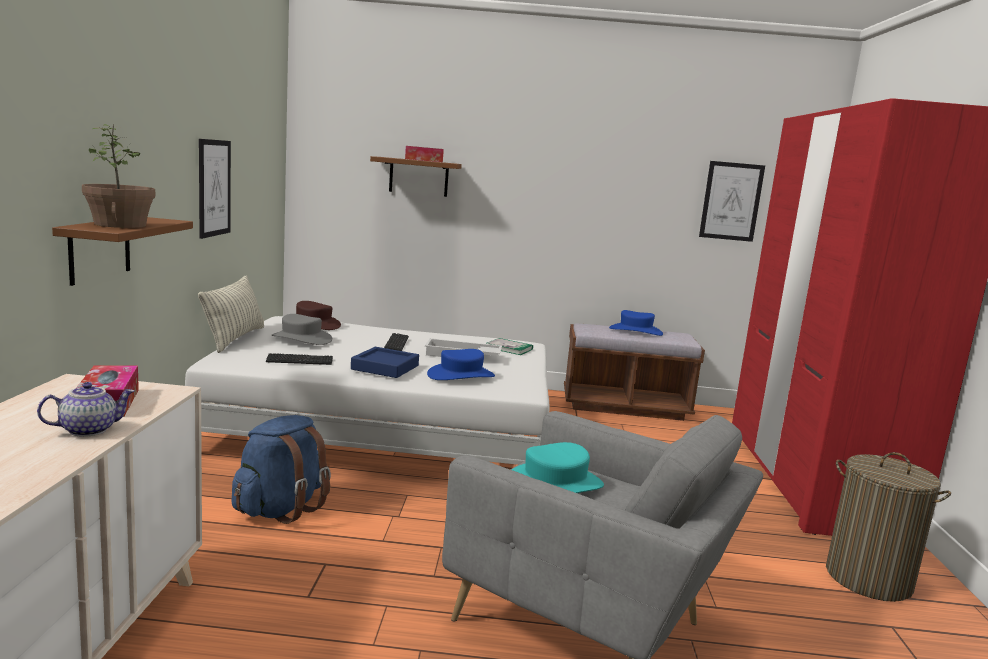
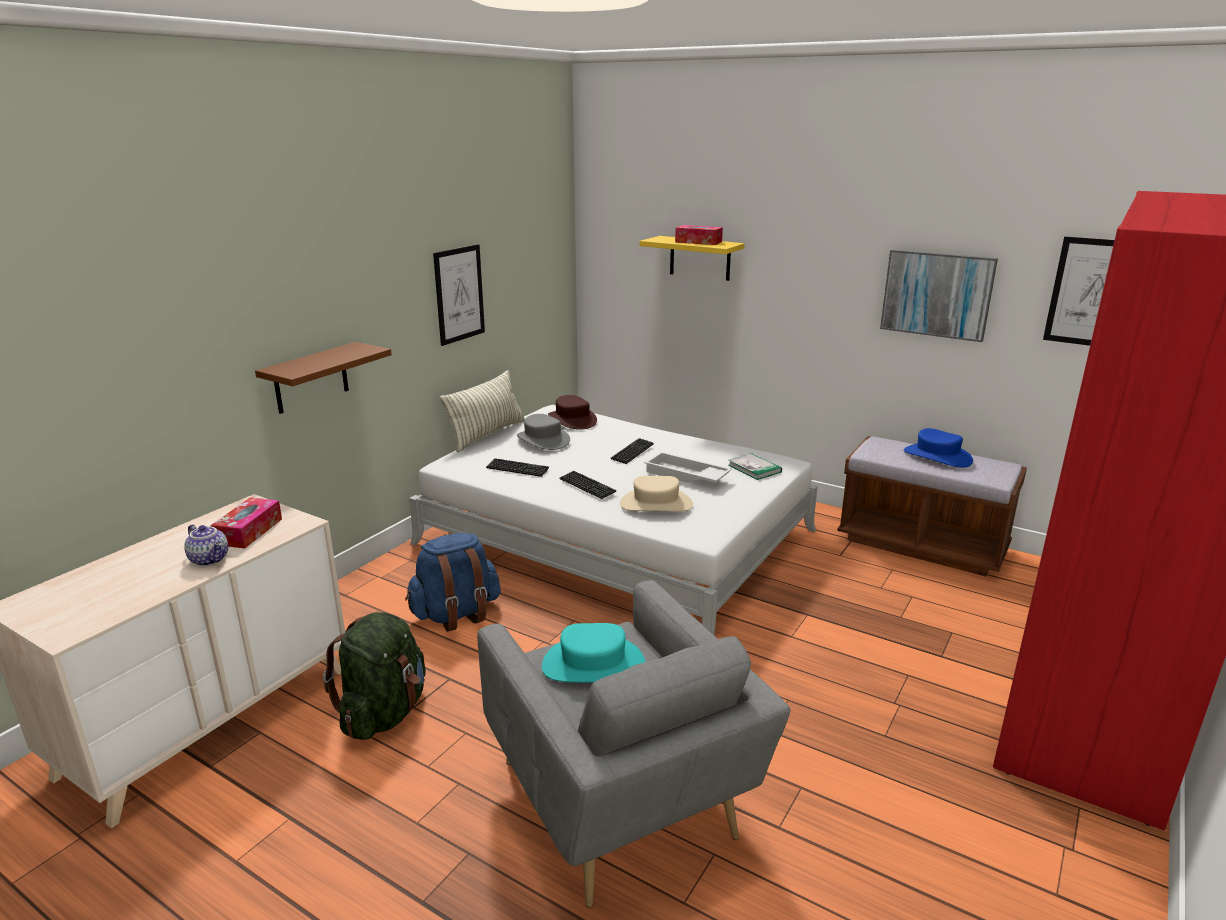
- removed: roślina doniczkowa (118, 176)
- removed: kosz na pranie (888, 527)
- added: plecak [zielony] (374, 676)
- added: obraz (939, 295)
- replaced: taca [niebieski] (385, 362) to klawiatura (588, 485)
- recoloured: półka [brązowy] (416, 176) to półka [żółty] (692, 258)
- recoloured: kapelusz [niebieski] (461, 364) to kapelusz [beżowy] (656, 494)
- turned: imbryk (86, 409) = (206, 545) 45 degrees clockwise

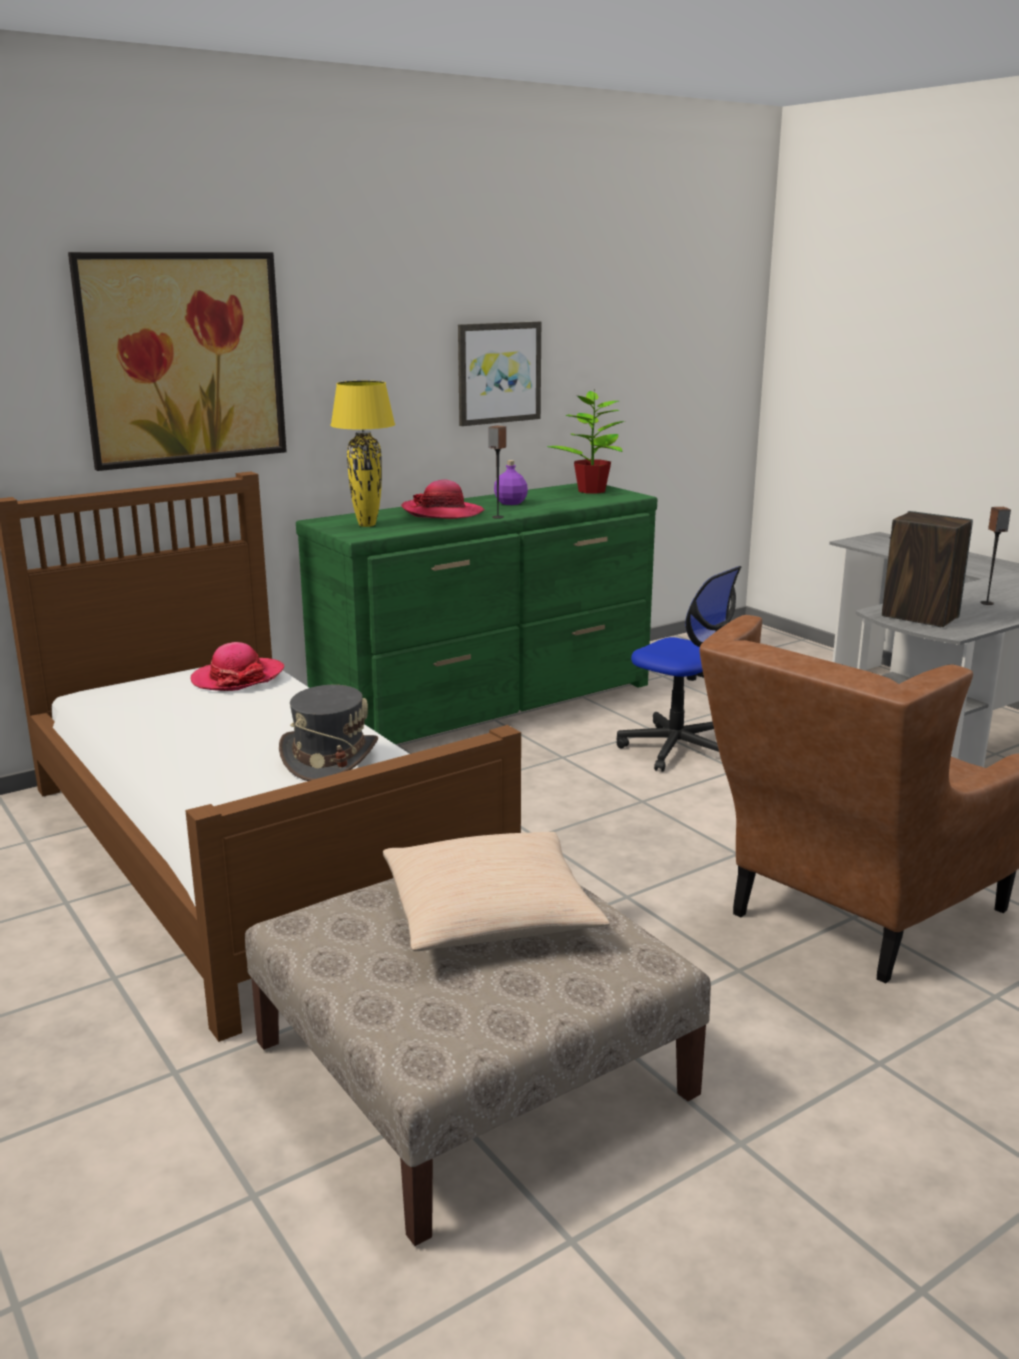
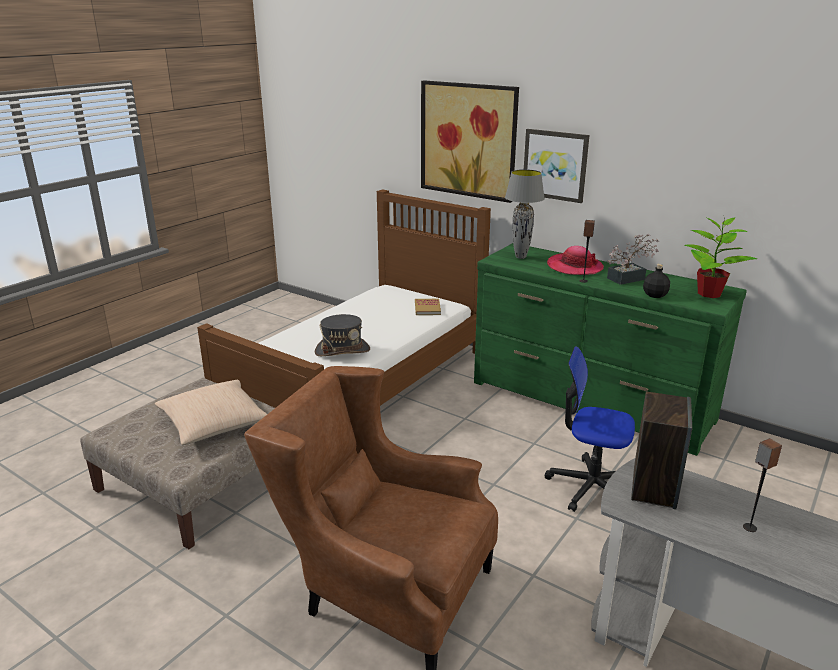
- added: butelka [czarny] (656, 281)
- moved: obraz (499, 373) to (556, 166)
- replaced: kapelusz (237, 666) to książka (428, 307)
- replaced: butelka [fioletowy] (511, 482) to roślina doniczkowa (633, 259)
- recoloured: lampa stołowa [żółty] (363, 454) to lampa stołowa [szary] (525, 214)
- turned: krzesło biurowe (679, 669) = (589, 429) 90 degrees clockwise

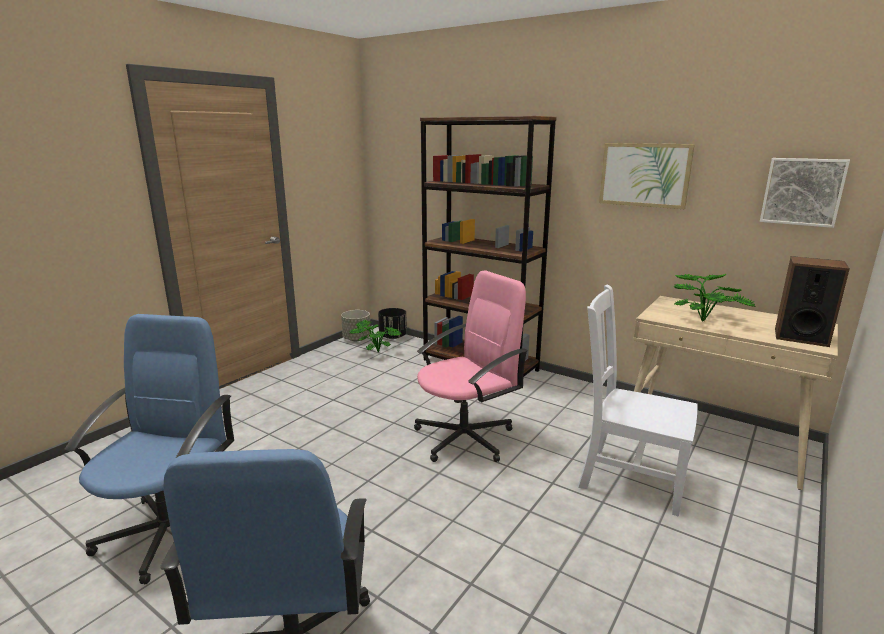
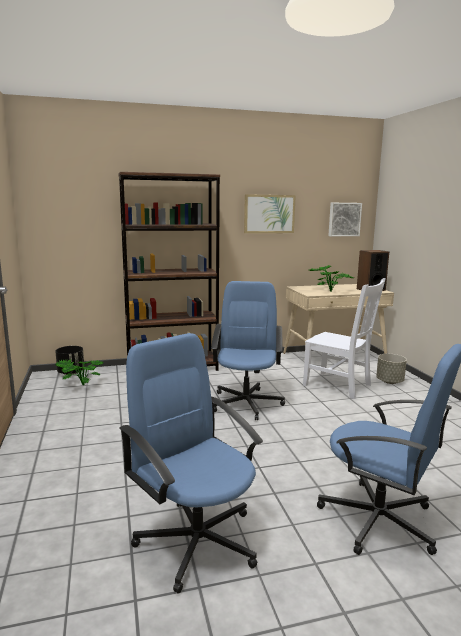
- moved: donica [szary] (356, 325) to (391, 369)
- recoloured: krzesło biurowe [różowy] (471, 366) to krzesło biurowe [niebieski] (248, 350)
- turned: krzesło [biały] (637, 401) = (344, 338) 120 degrees counterclockwise

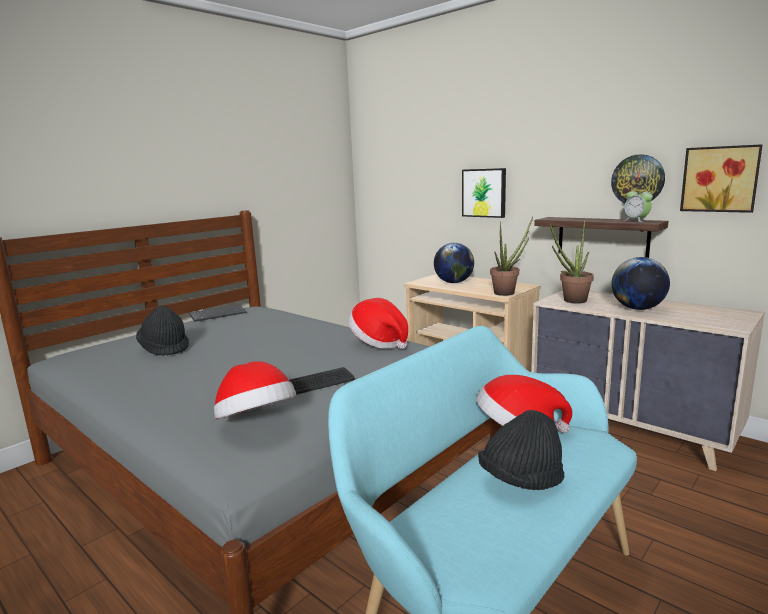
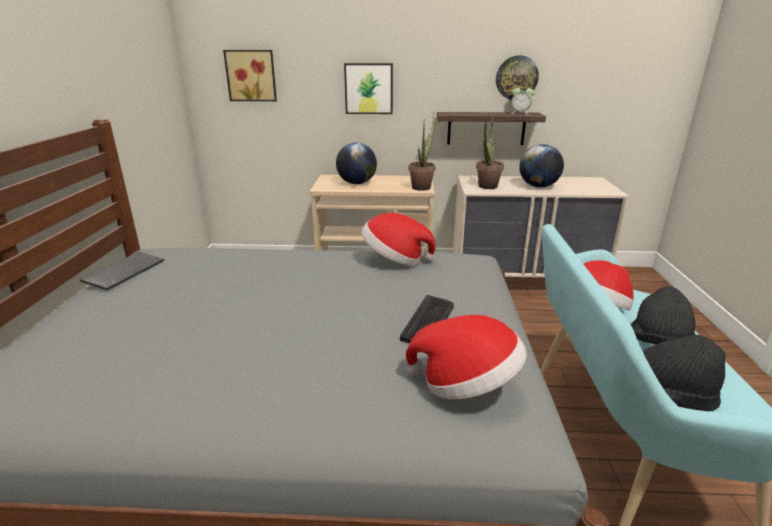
- moved: kapelusz [czarny] (162, 331) to (684, 373)
- moved: obraz (721, 178) to (250, 75)

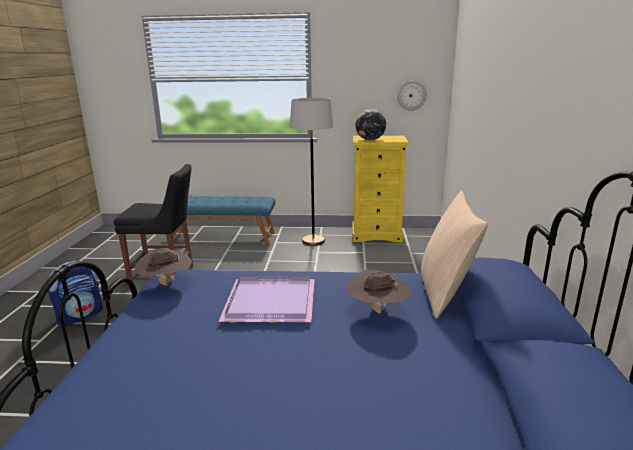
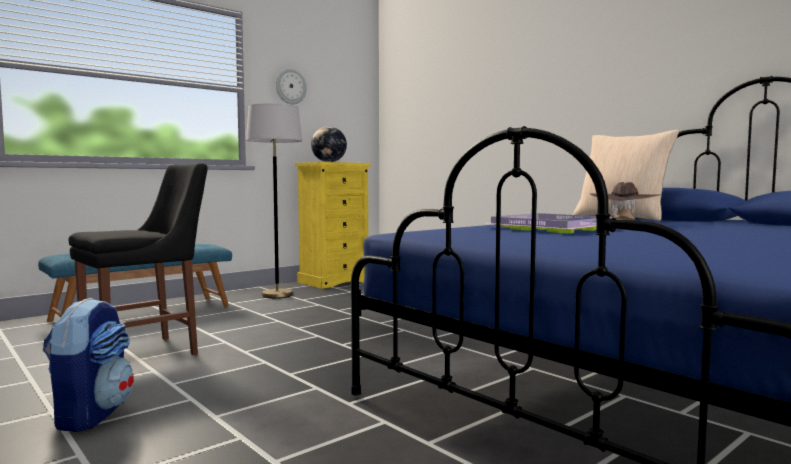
- removed: kapelusz [brązowy] (163, 267)
- moved: zegar ścienny (412, 95) to (291, 86)

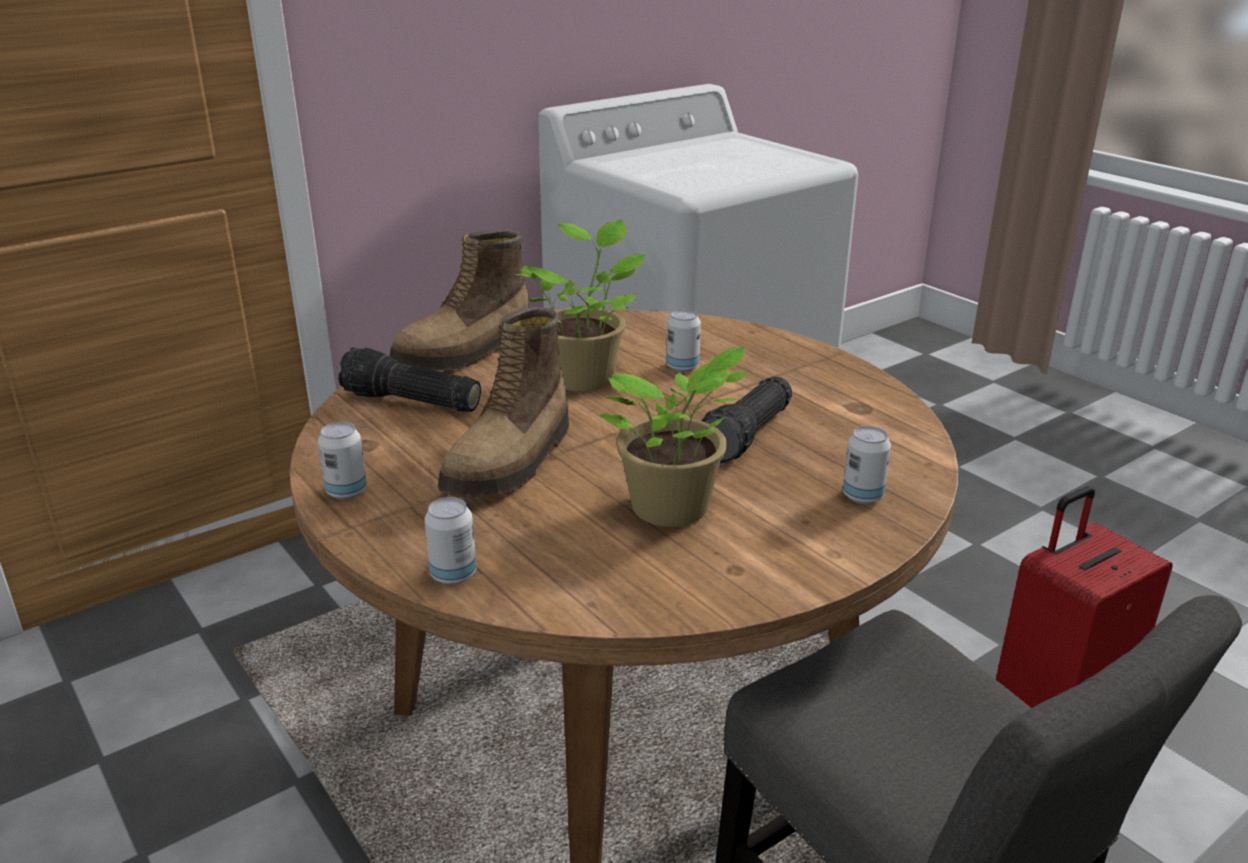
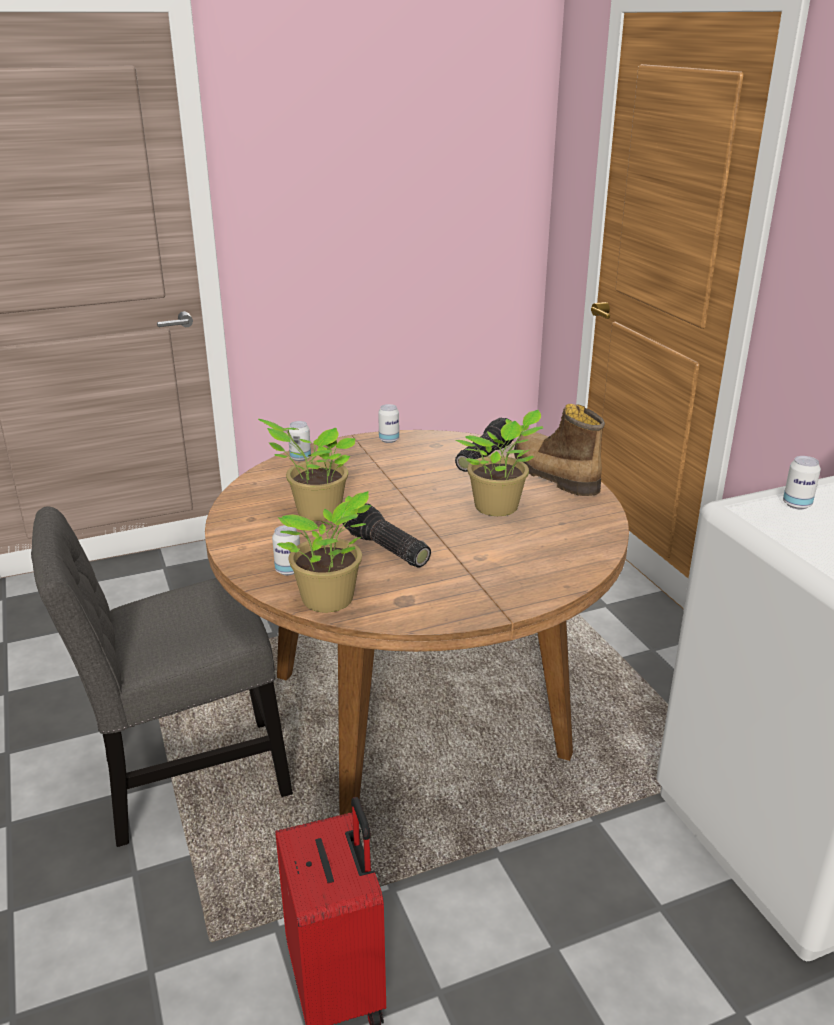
- removed: but z cholewką (503, 402)
- added: roślina doniczkowa (324, 551)
- moved: puszka (683, 340) to (802, 483)

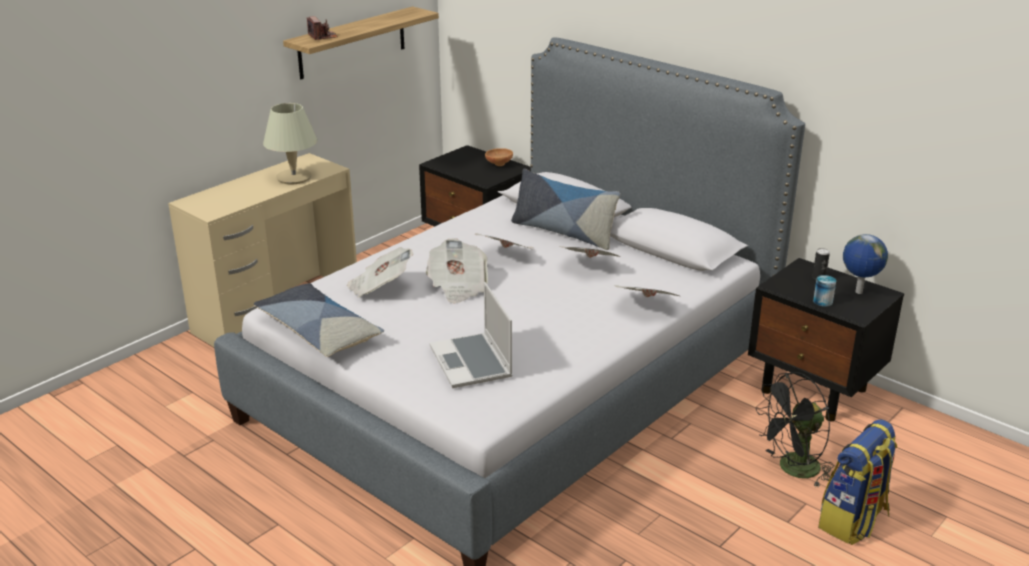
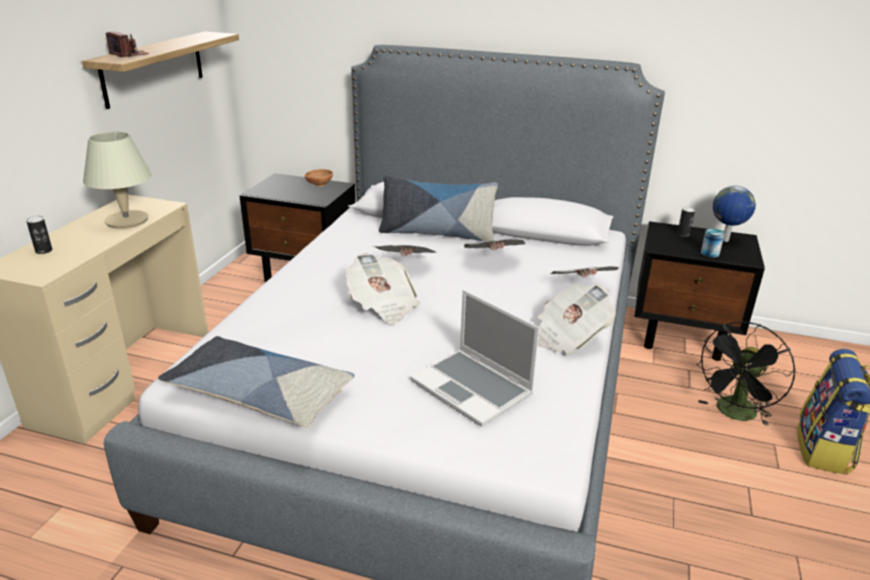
- added: puszka (39, 235)
- moved: gazeta (380, 272) to (576, 319)

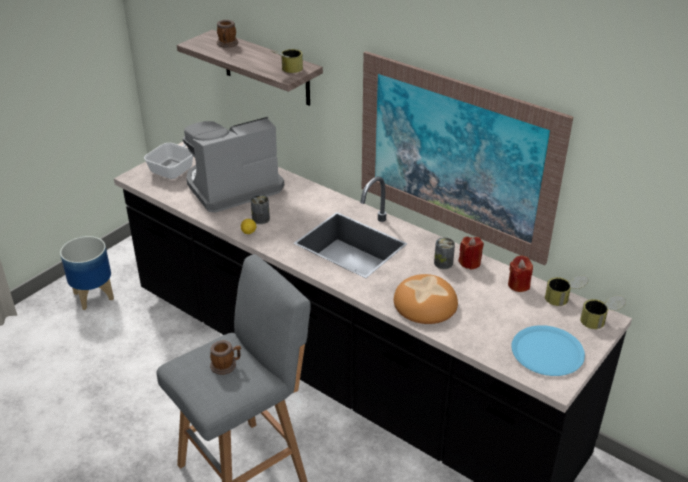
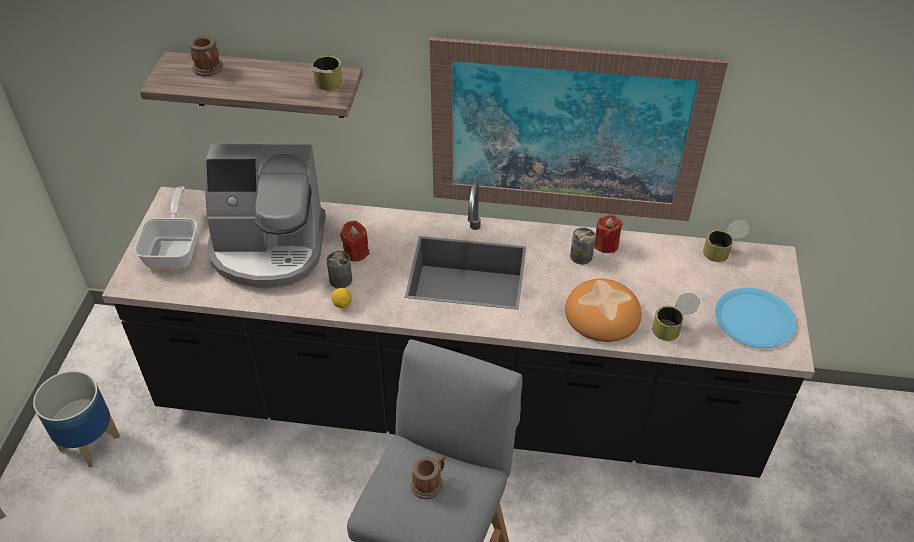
- moved: świeca [czerwony] (520, 273) to (354, 241)
- moved: puszka (603, 312) to (676, 317)
- turned: ekspres do kawy (233, 165) = (265, 216) 120 degrees counterclockwise

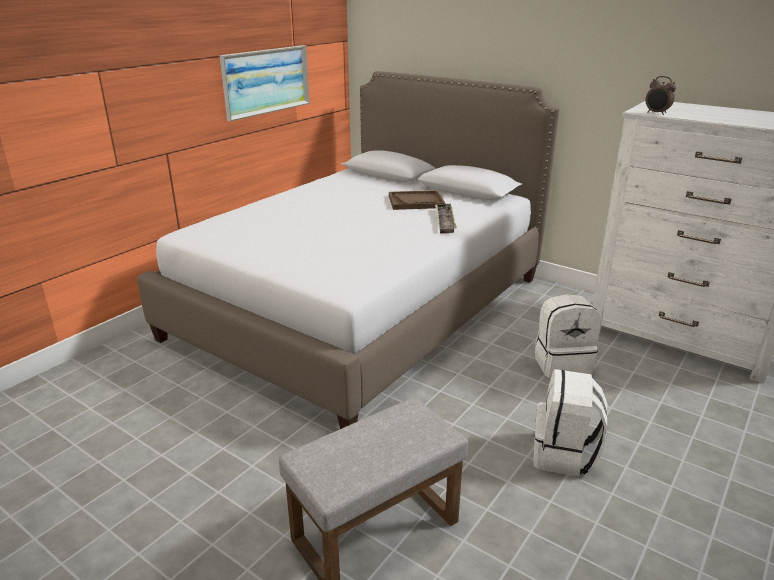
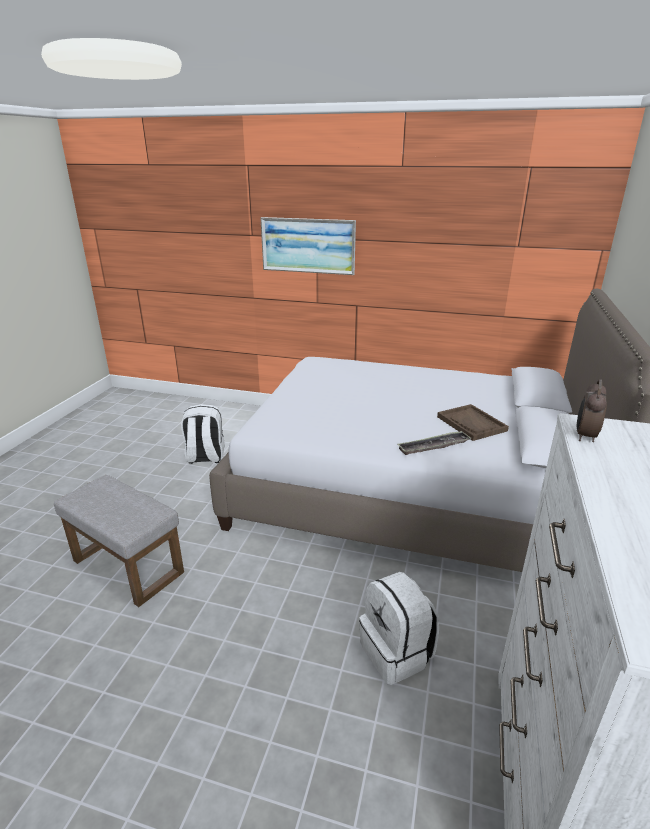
- moved: obraz (265, 83) to (308, 246)
- moved: plecak [biały] (570, 423) to (203, 434)

